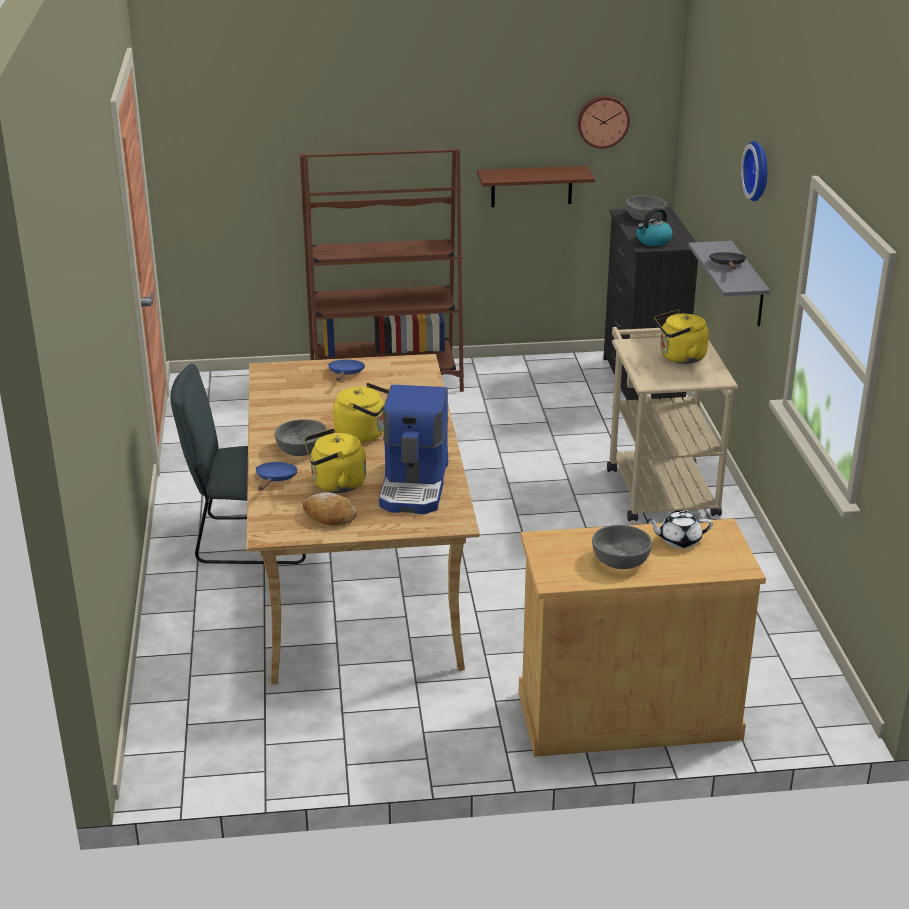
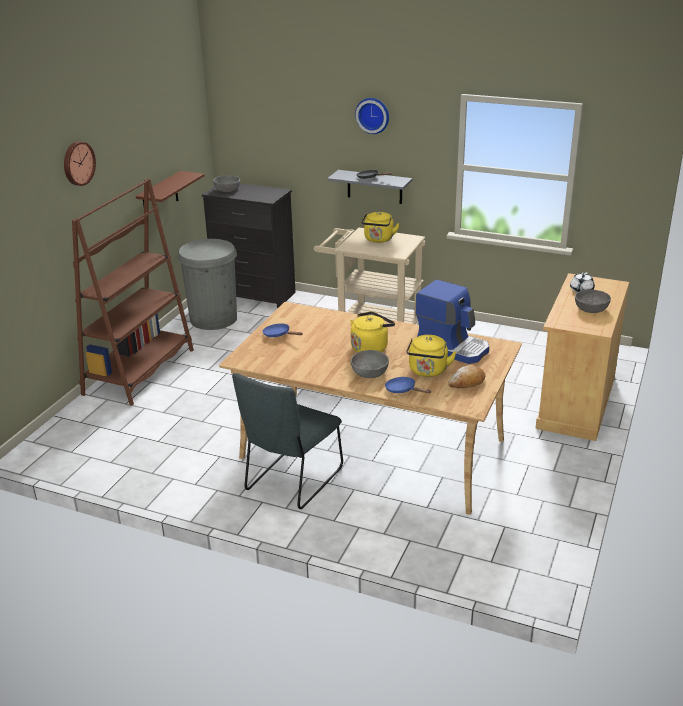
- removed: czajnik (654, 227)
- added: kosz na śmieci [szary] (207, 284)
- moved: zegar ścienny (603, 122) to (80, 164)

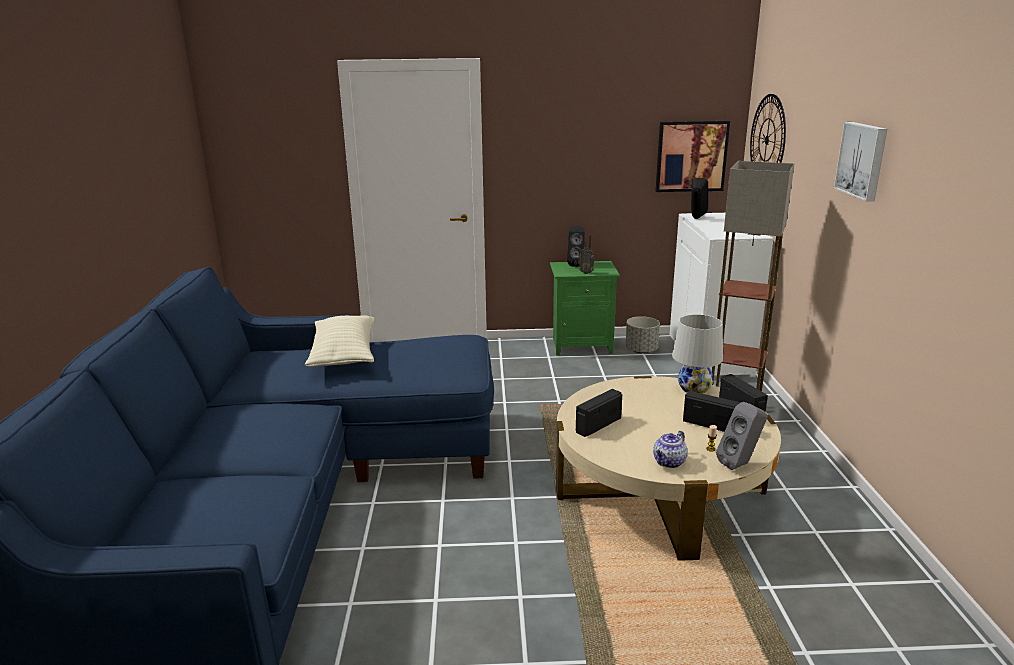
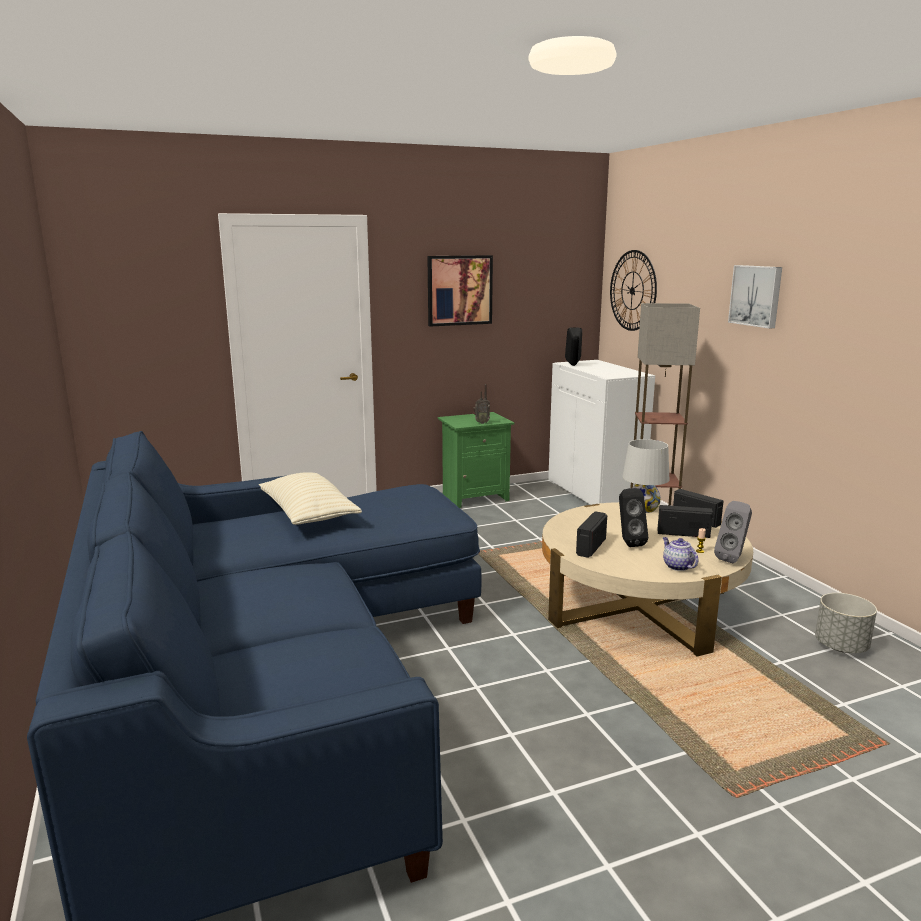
- moved: głośnik [czarny] (576, 246) to (633, 517)
- moved: donica [szary] (642, 335) to (846, 623)
- moved: obraz (693, 156) to (460, 291)
- turned: imbryk (670, 449) = (680, 554) 135 degrees clockwise

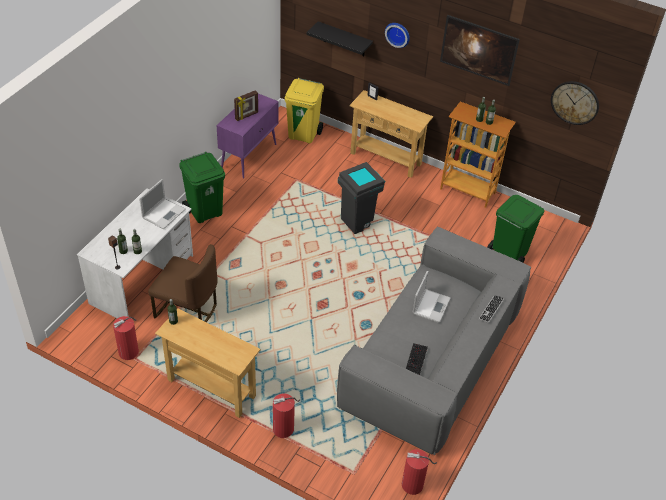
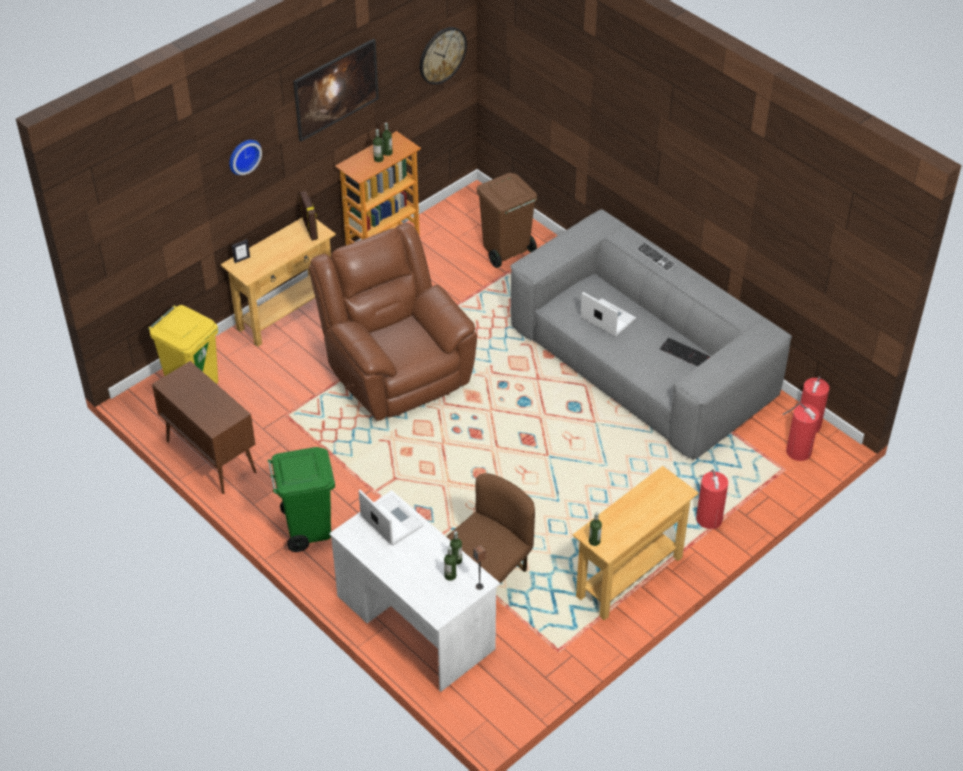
- removed: półka [czarny] (339, 38)
- moved: gaśnica (126, 338) to (801, 432)
- moved: ramka na zdjęcie (246, 105) to (309, 216)
- replaced: kosz na śmieci [szary] (361, 198) to fotel [brązowy] (393, 322)
- recoloured: szafka [fioletowy] (247, 136) to szafka [brązowy] (204, 427)
- recoloured: kosz na śmieci [zielony] (515, 229) to kosz na śmieci [brązowy] (507, 220)

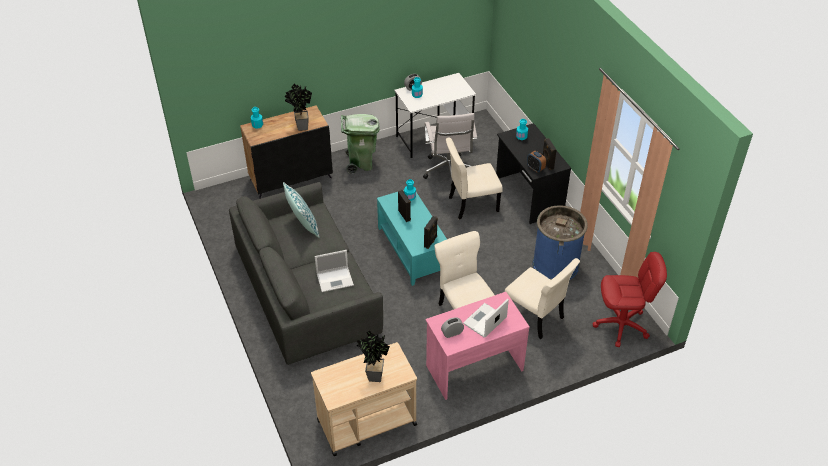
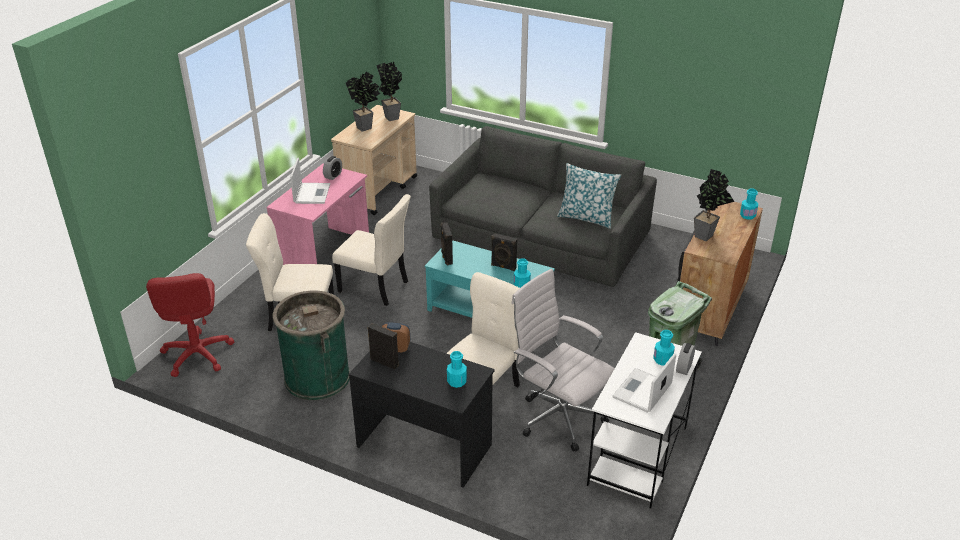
- added: roślina doniczkowa (389, 91)
- moved: laptop (334, 271) to (644, 383)
- recoloured: kosz na śmieci [niebieski] (560, 242) to kosz na śmieci [zielony] (311, 345)
- turned: krzesło biurowe [czerwony] (629, 299) = (190, 325) 60 degrees counterclockwise

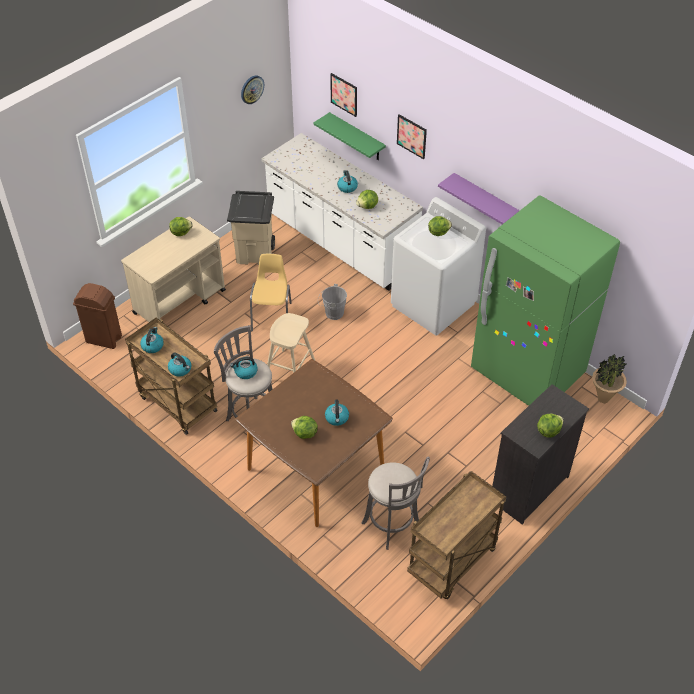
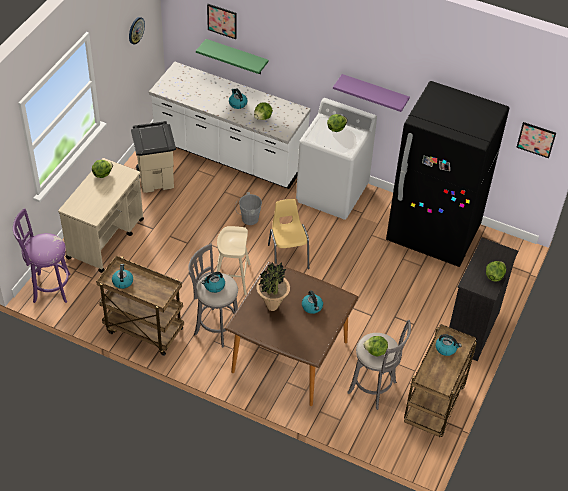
- moved: czajnik (179, 364) to (448, 345)
- moved: krzesło [żółty] (271, 292) to (288, 234)
- moved: sałata (304, 427) to (375, 346)
- moved: obraz (412, 136) to (536, 140)
- moved: roślina doniczkowa (609, 378) to (273, 286)
- replaced: kosz na śmieci [brązowy] (97, 316) to stołek [fioletowy] (42, 255)
- recoloured: lodówka [zielony] (545, 300) to lodówka [czarny] (447, 174)

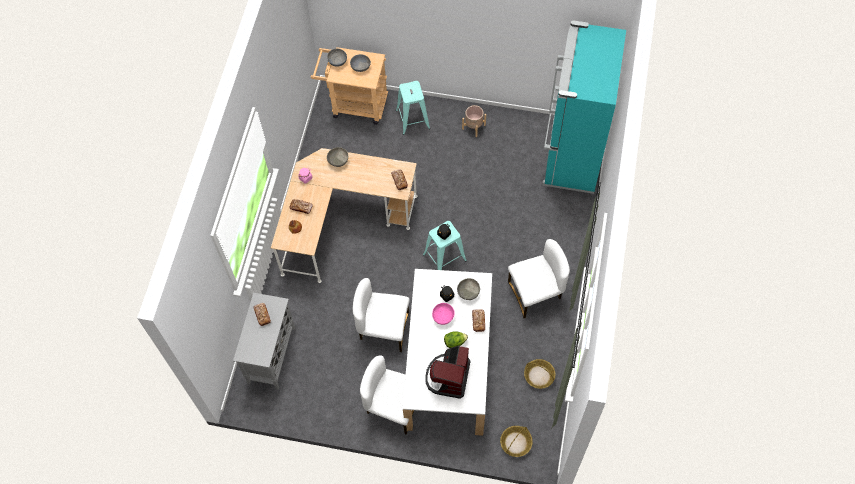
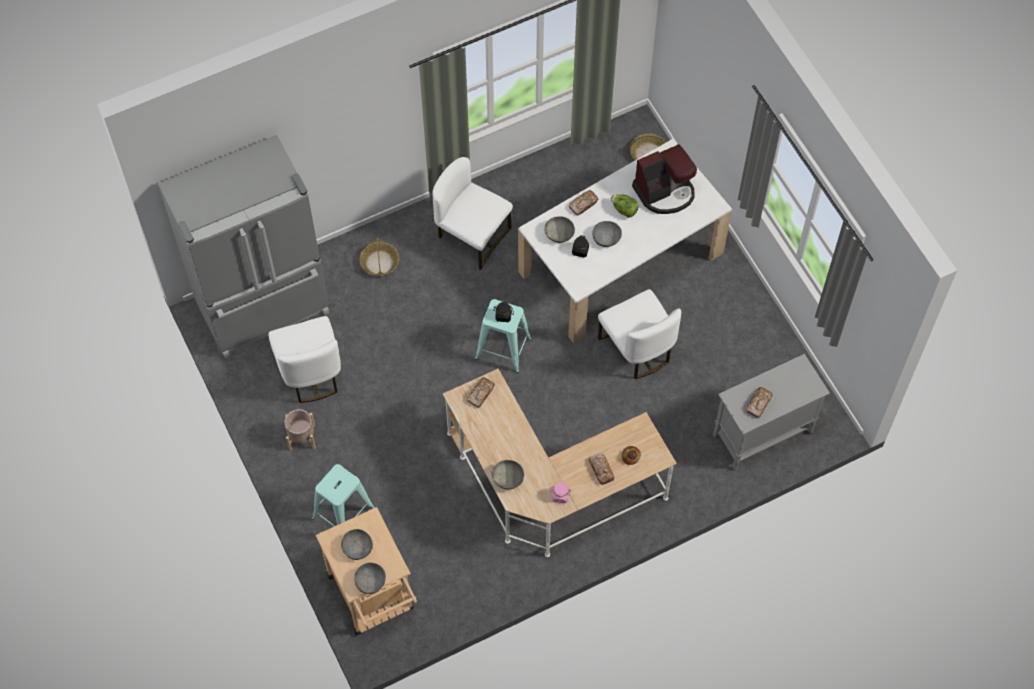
- moved: krzesło [biały] (387, 395) to (304, 359)
- moved: koszyk (539, 374) to (379, 256)
- recoloured: miska [różowy] (443, 314) to miska [szary] (607, 234)
- recoloured: lodówka [turkusowy] (584, 107) to lodówka [szary] (244, 247)

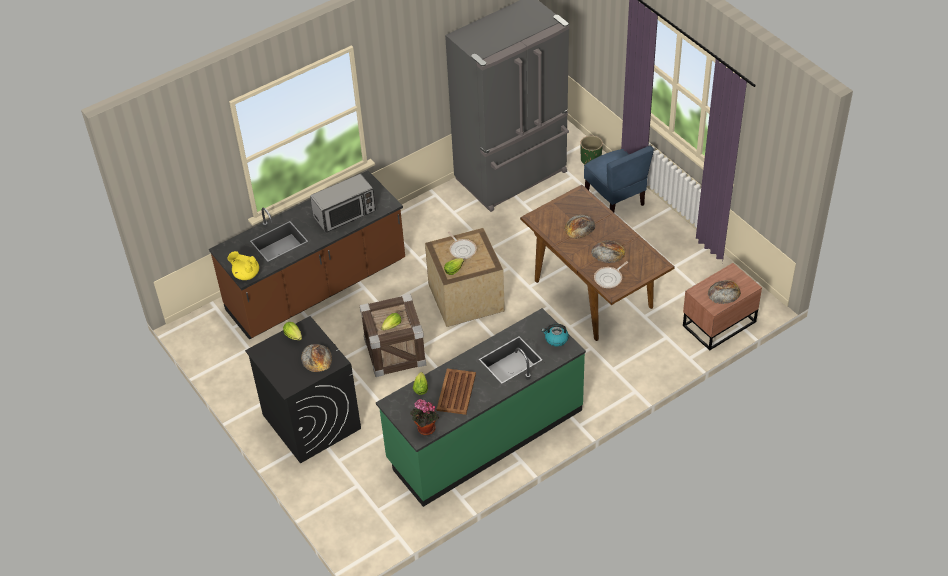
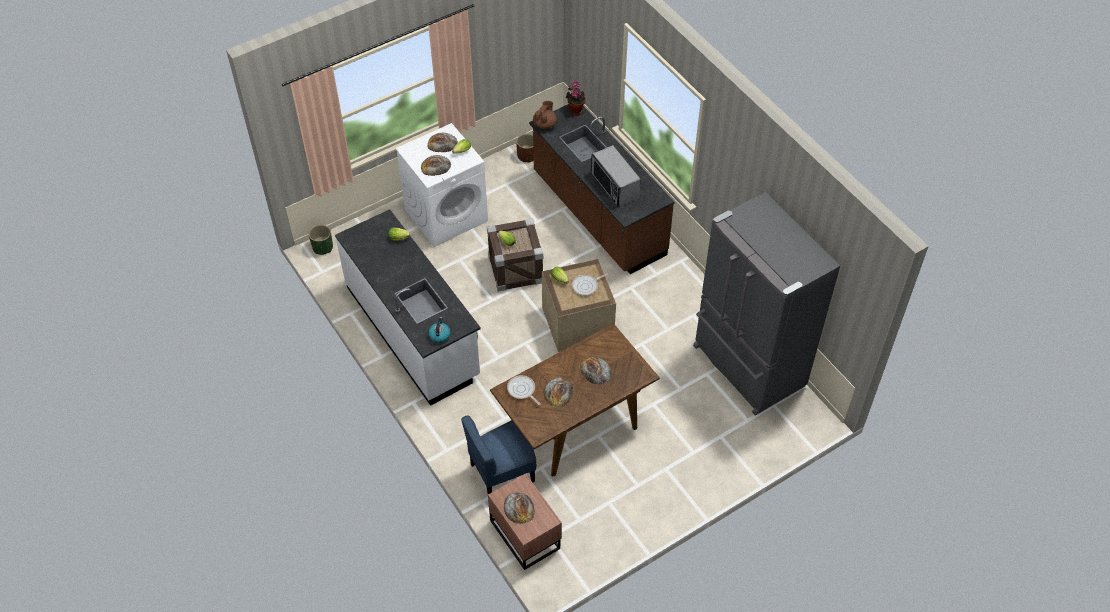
- removed: taca [brązowy] (456, 392)
- added: chleb (443, 142)
- added: donica [brązowy] (525, 148)
- moved: roślina doniczkowa (424, 417) to (575, 98)
- moved: donica [zielony] (591, 150) to (321, 240)
- moved: krzesło [niebieski] (619, 179) to (498, 455)
- recoloured: imbryk [żółty] (243, 265) to imbryk [brązowy] (545, 115)
- recoloured: pralka [czarny] (303, 390) to pralka [biały] (441, 185)
- recoloured: zabudowa kuchenna [zielony] (481, 407) to zabudowa kuchenna [biały] (408, 307)

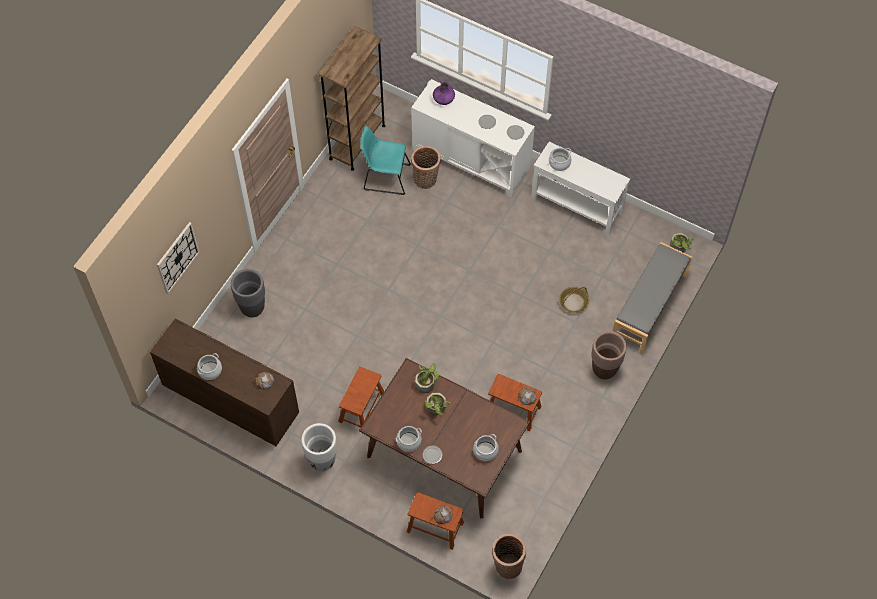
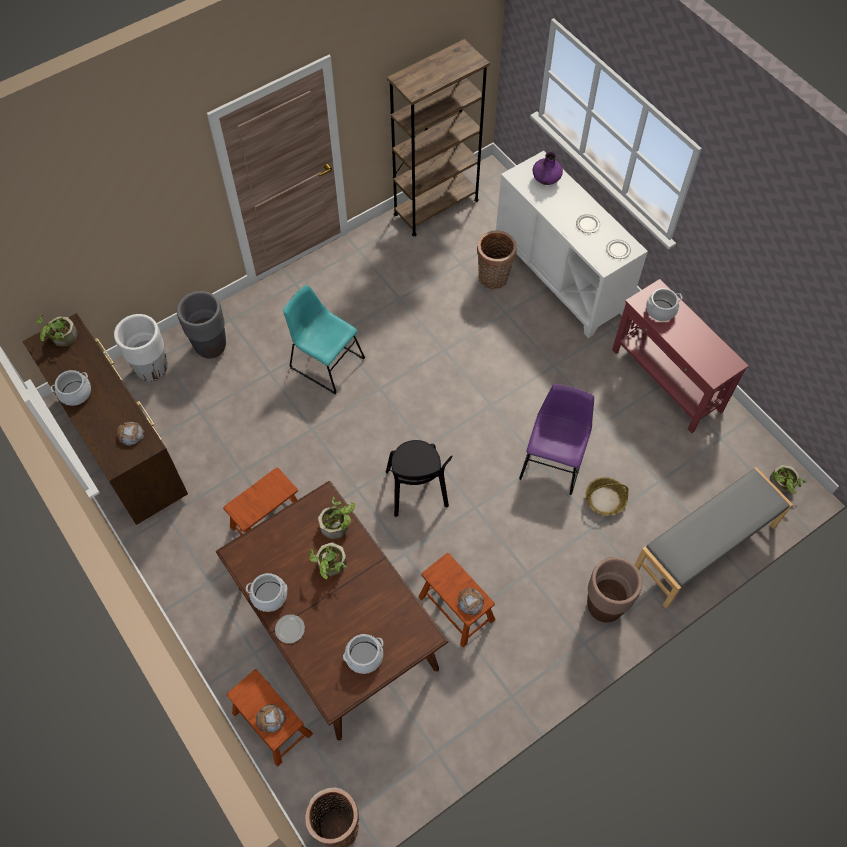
- removed: zegar ścienny (178, 258)
- added: roślina doniczkowa (57, 329)
- added: krzesło [czarny] (419, 478)
- added: krzesło [fioletowy] (556, 439)
- moved: donica [biały] (319, 447) to (140, 347)
- moved: krzesło [turkusowy] (385, 160) to (324, 339)
- recoloured: stolik konsolowy [biały] (580, 189) to stolik konsolowy [czerwony] (680, 356)

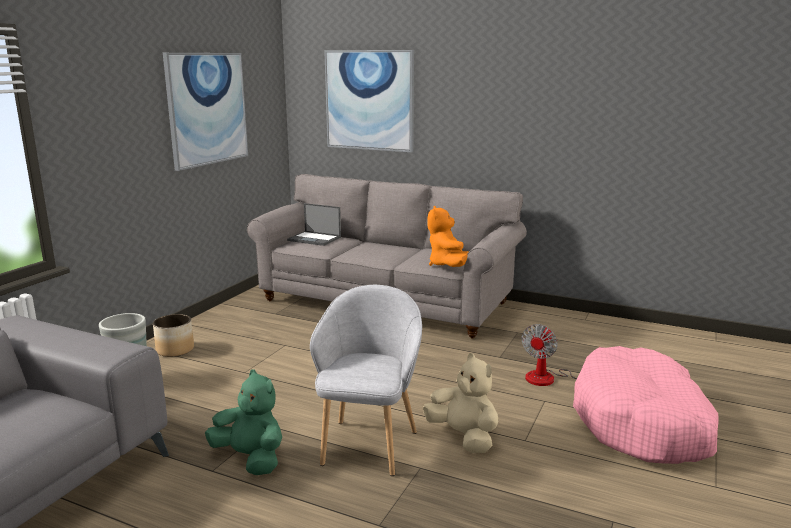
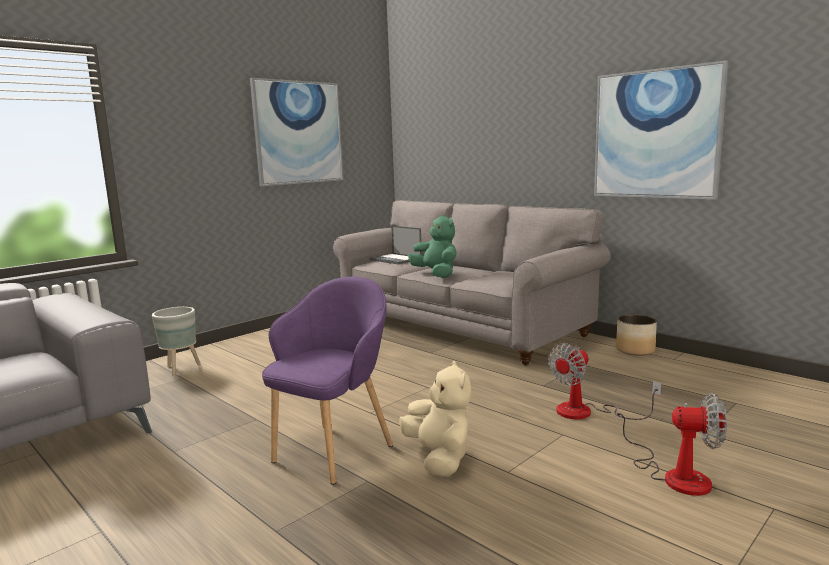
- removed: pluszak [pomarańczowy] (448, 236)
- moved: donica (173, 335) to (636, 335)
- moved: pluszak [zielony] (243, 422) to (432, 246)
- moved: obraz (369, 101) to (661, 130)
- replaced: legowisko [różowy] (646, 405) to wentylator (671, 444)
- recoloured: fotel [szary] (366, 380) to fotel [fioletowy] (327, 381)

